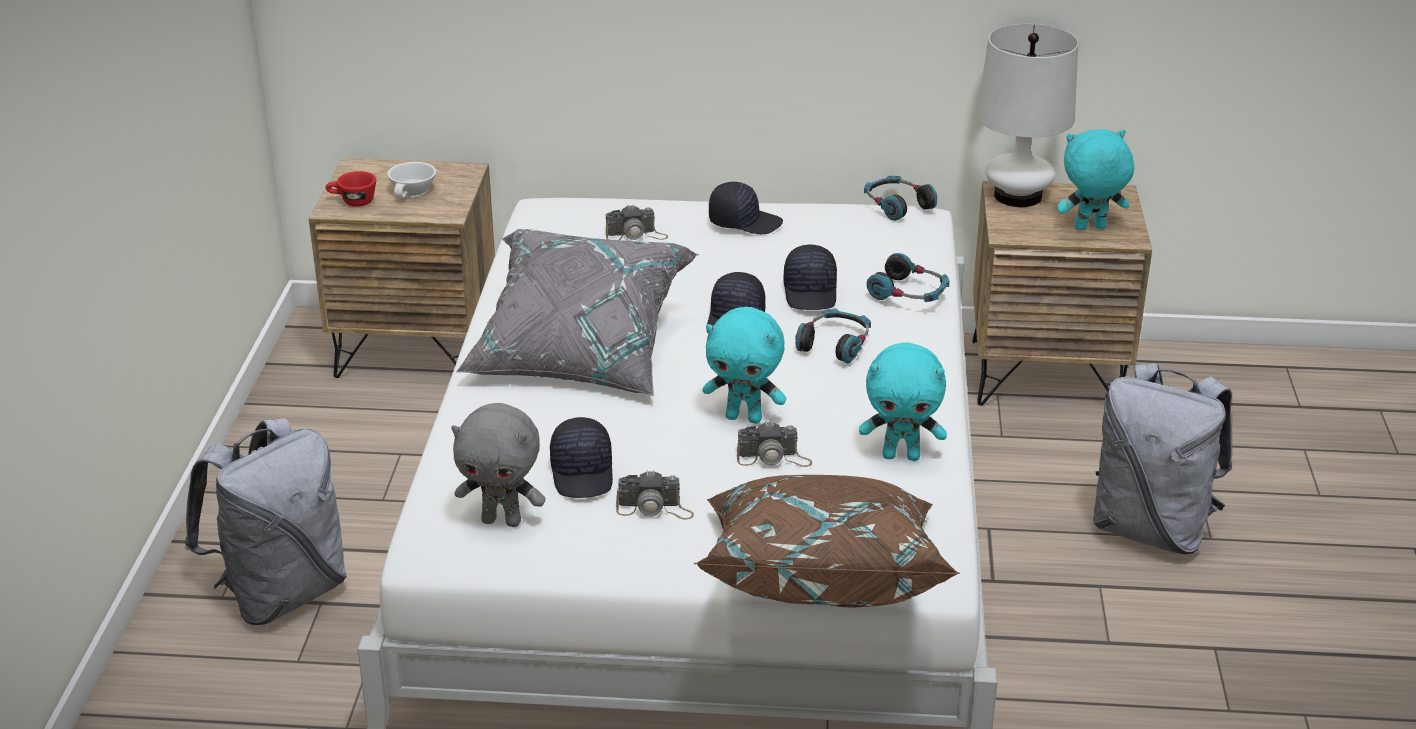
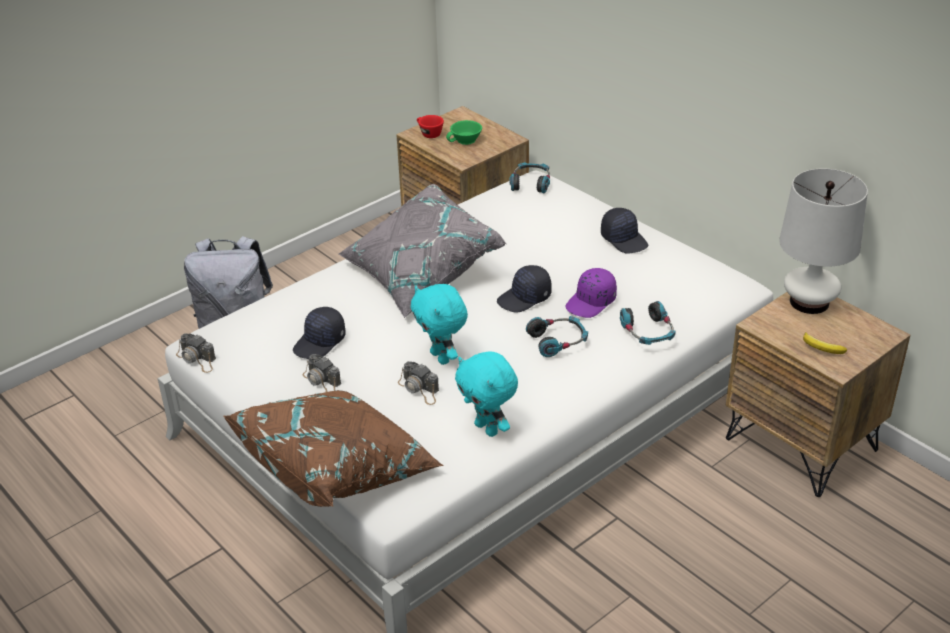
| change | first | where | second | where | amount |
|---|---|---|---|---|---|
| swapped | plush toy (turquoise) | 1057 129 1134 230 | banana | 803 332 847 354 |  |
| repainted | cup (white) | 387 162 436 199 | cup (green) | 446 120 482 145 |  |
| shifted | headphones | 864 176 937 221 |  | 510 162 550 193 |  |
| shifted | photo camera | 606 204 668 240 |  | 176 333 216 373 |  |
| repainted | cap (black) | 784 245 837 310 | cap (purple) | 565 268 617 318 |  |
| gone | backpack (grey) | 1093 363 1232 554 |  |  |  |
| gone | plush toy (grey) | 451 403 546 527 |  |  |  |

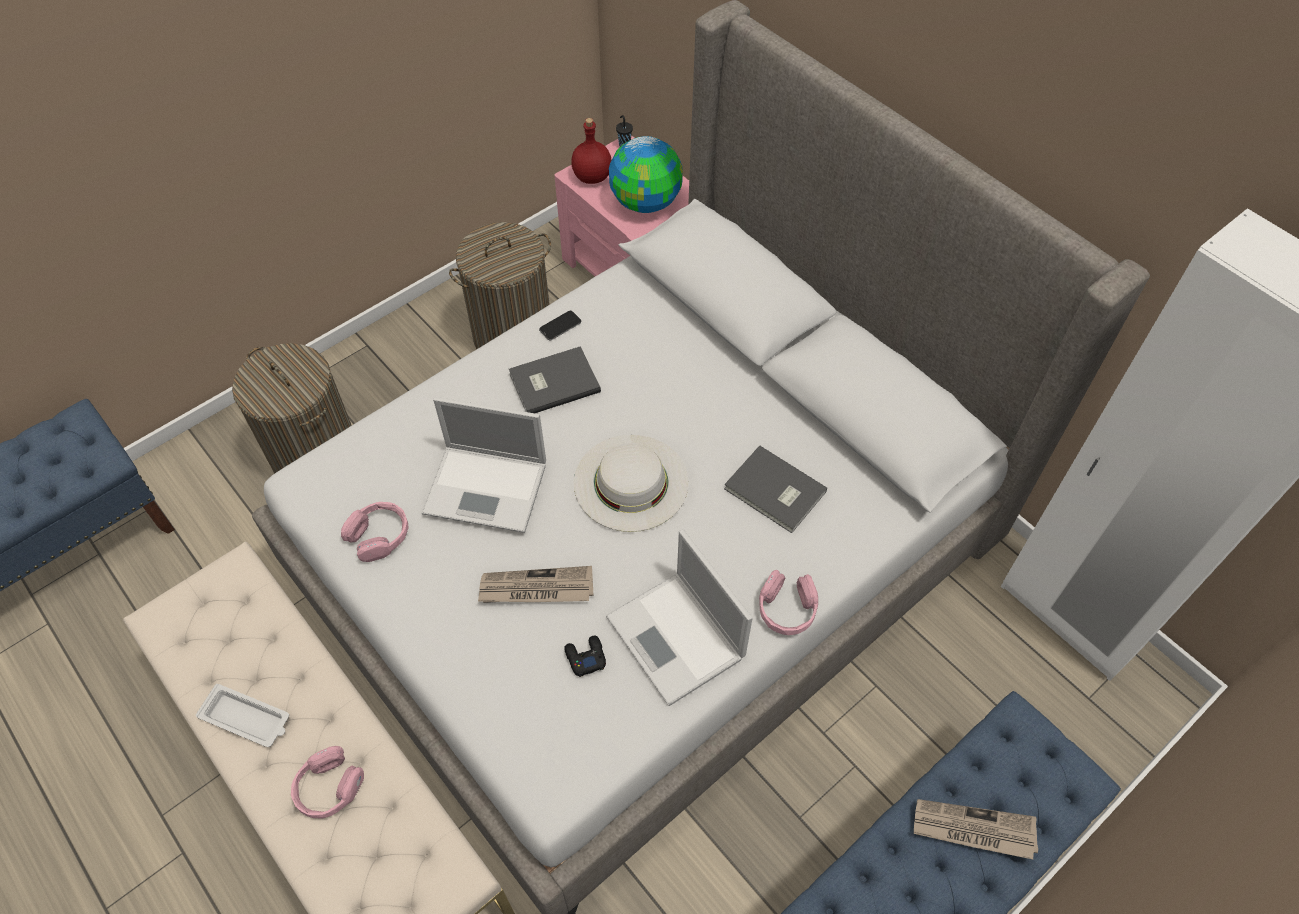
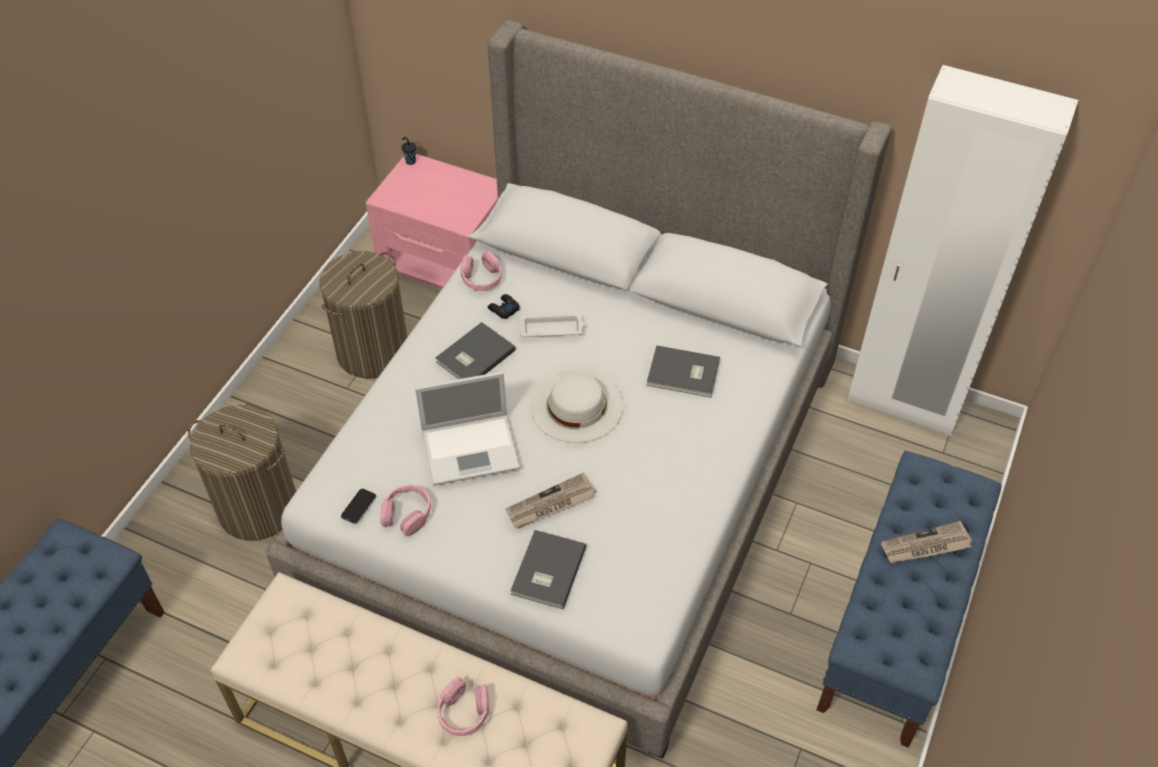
| change | first | where | second | where | amount |
|---|---|---|---|---|---|
| gone | bottle (red) | 571 118 612 184 |  |  |  |
| gone | globe | 609 136 683 213 |  |  |  |
| shifted | phone | 539 311 581 340 |  | 341 489 376 524 |  |
| gone | laptop | 606 529 753 706 |  |  |  |
| shifted | headphones (pink) | 759 570 818 635 |  | 461 251 502 291 |  |
| shifted | game controller (black) | 564 636 606 677 |  | 488 294 520 319 |  |
| shifted | tray (white) | 196 684 289 747 |  | 519 314 586 337 |  |
| new |  |  | book (grey) | 511 530 586 609 |  |

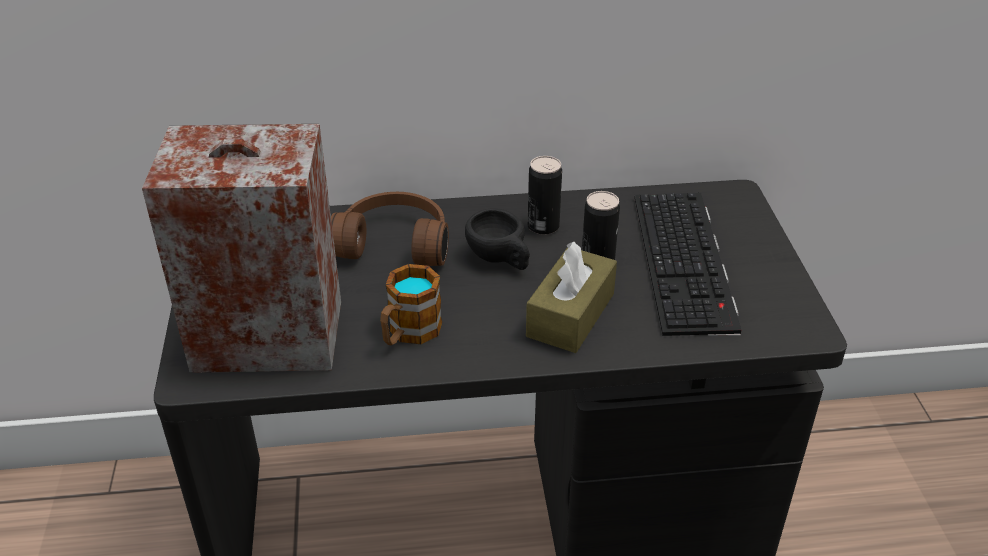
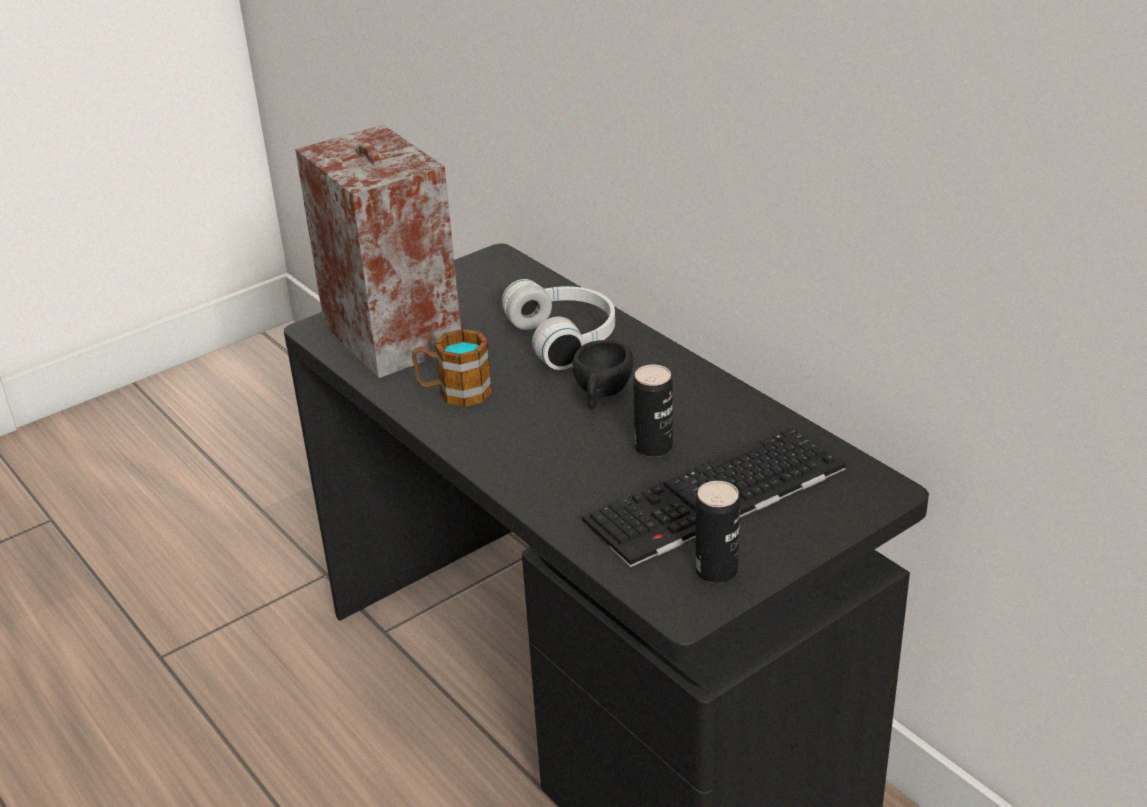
| change | first | where | second | where | amount |
|---|---|---|---|---|---|
| shifted | can | 528 156 562 235 |  | 695 481 740 583 |  |
| repainted | headphones (brown) | 331 192 449 266 | headphones (white) | 502 279 615 370 |  |
| gone | tissue box (brown) | 526 242 617 353 |  |  |  |

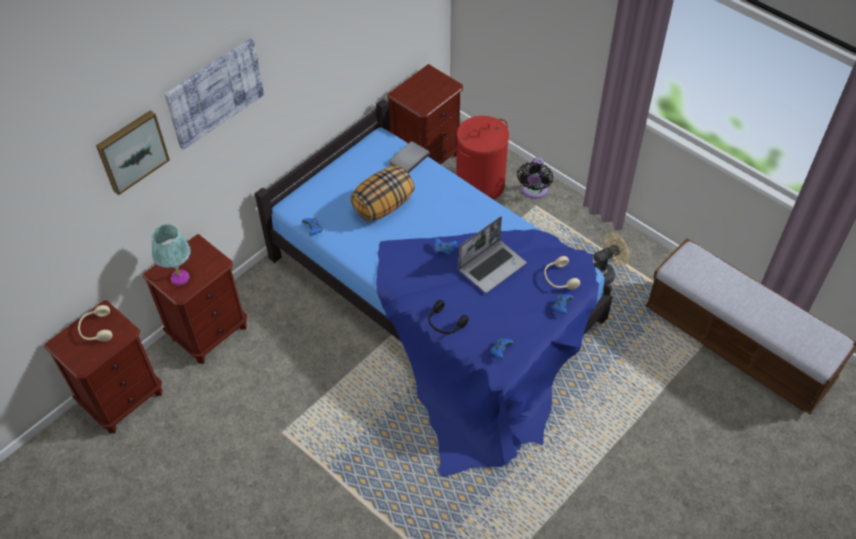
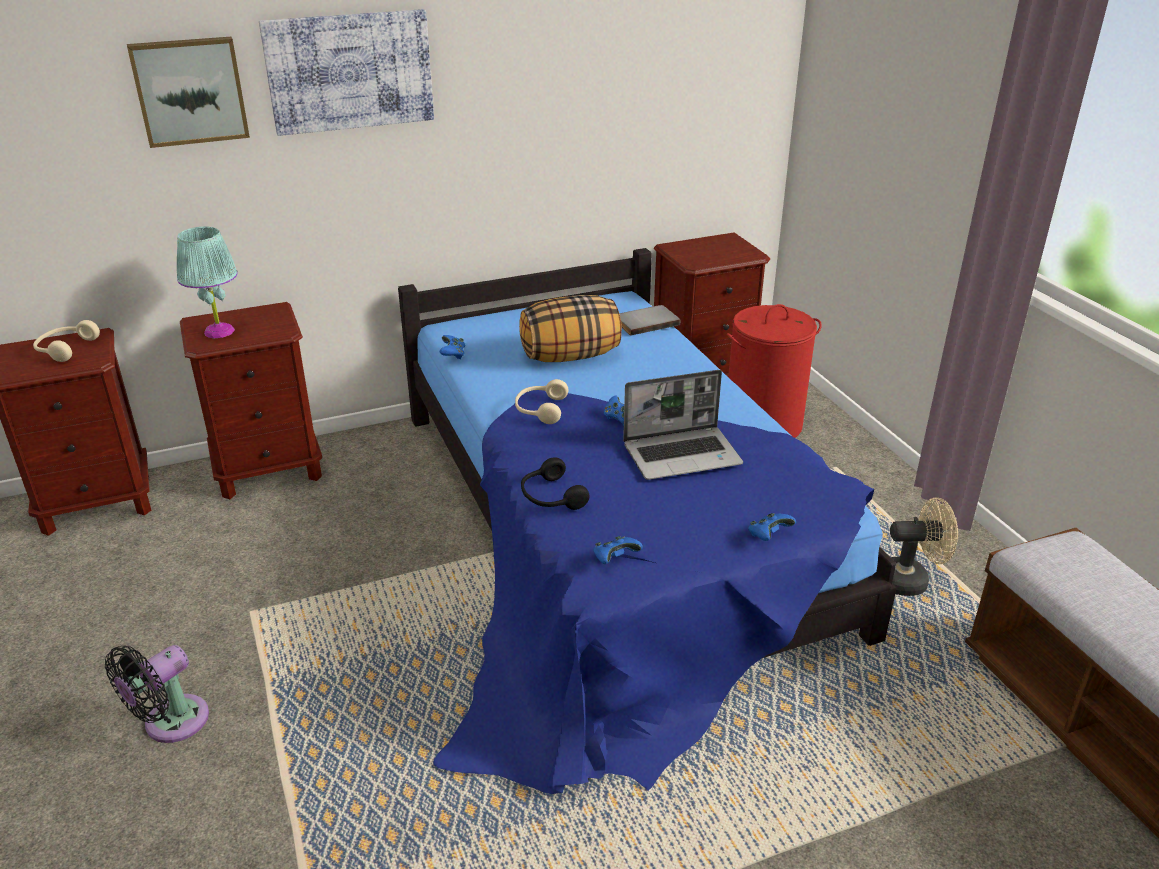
| change | first | where | second | where | amount |
|---|---|---|---|---|---|
| shifted | fan (black) | 517 157 553 199 |  | 105 645 209 743 |  |
| shifted | headphones (beige) | 544 256 580 290 |  | 515 379 568 424 |  |

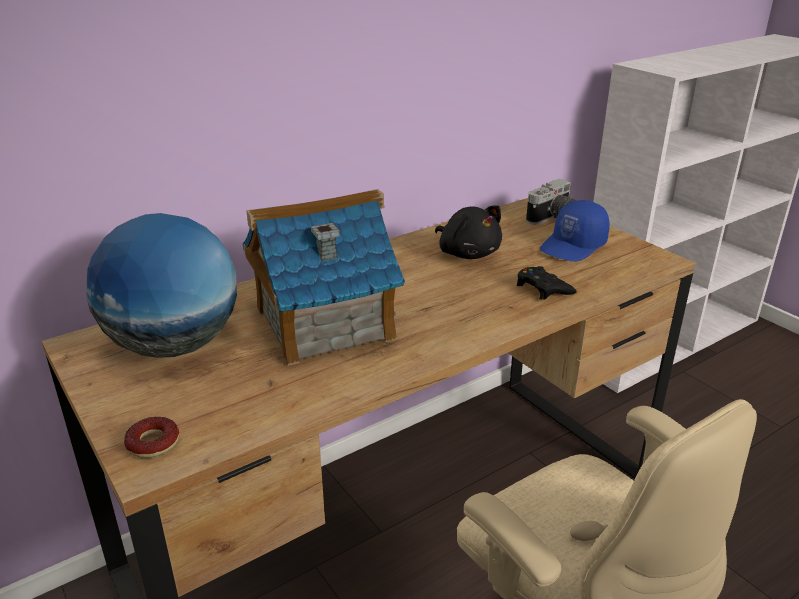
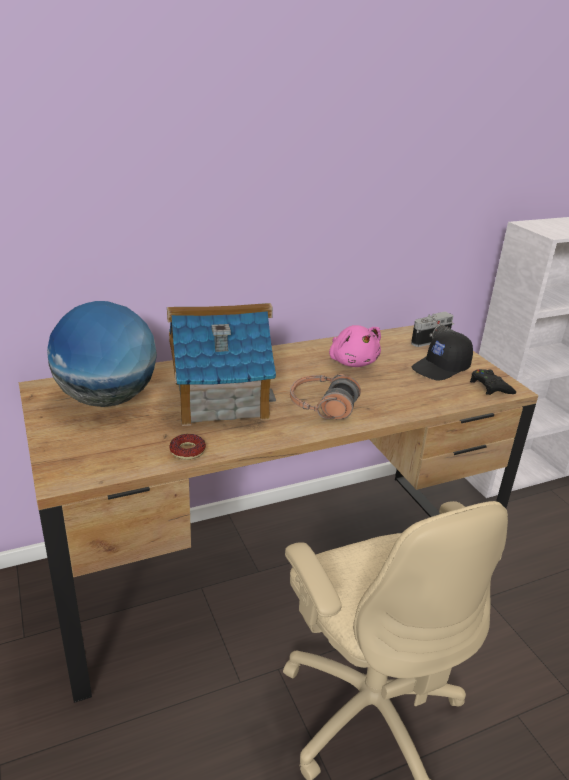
| change | first | where | second | where | amount |
|---|---|---|---|---|---|
| repainted | cap (blue) | 539 200 609 262 | cap (black) | 412 331 473 381 |  |
| repainted | plush toy (black) | 435 205 502 259 | plush toy (pink) | 329 325 381 367 |  |
| shifted | game controller (black) | 517 266 577 300 |  | 470 369 516 395 |  |
| shifted | donut | 124 417 179 458 |  | 169 434 206 460 |  |
| new |  |  | headphones | 290 374 361 420 |  |

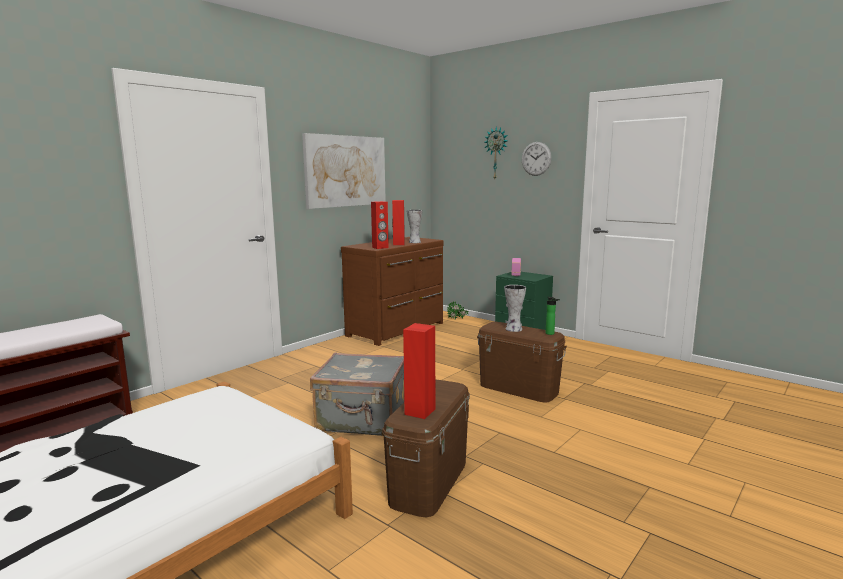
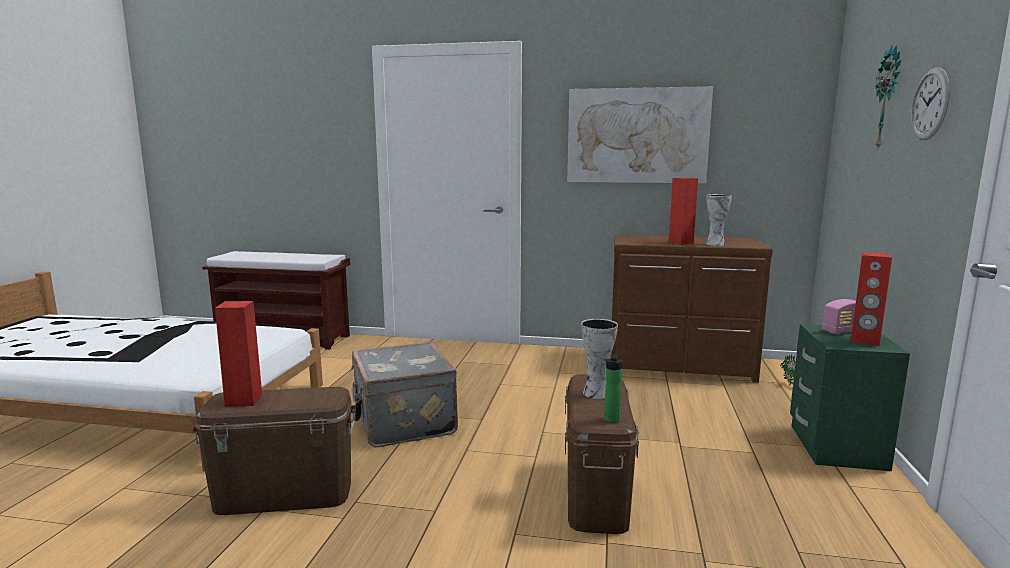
| change | first | where | second | where | amount |
|---|---|---|---|---|---|
| shifted | speaker (red) | 371 201 389 249 |  | 851 252 892 346 |  |

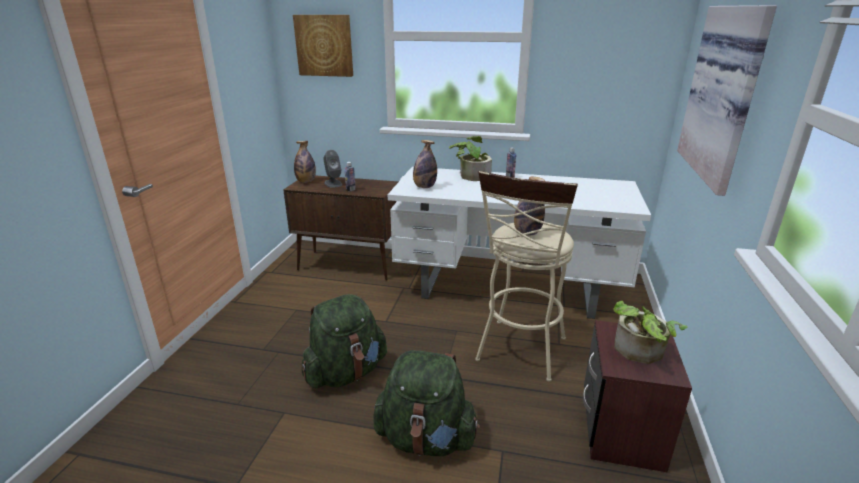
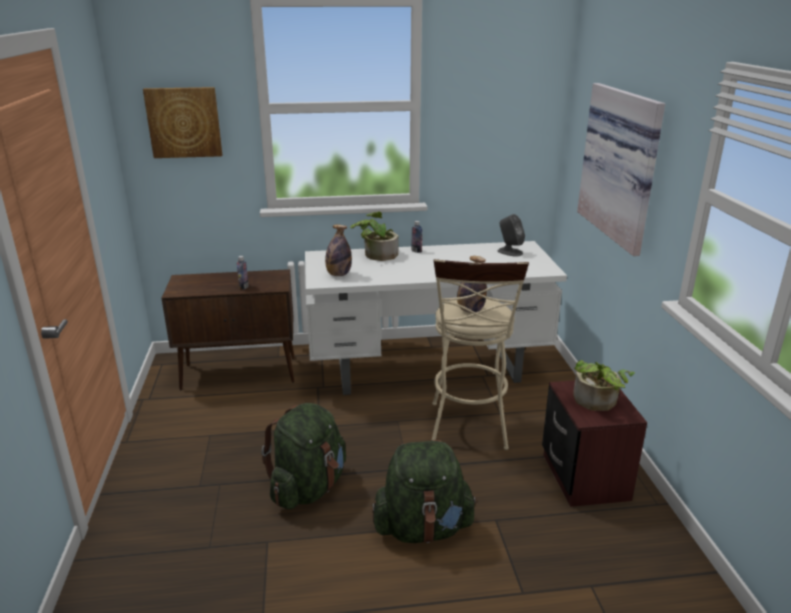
| change | first | where | second | where | amount |
|---|---|---|---|---|---|
| gone | bottle | 294 141 316 183 |  |  |  |
| shifted | speaker (grey) | 324 150 342 188 |  | 498 214 525 257 |  |

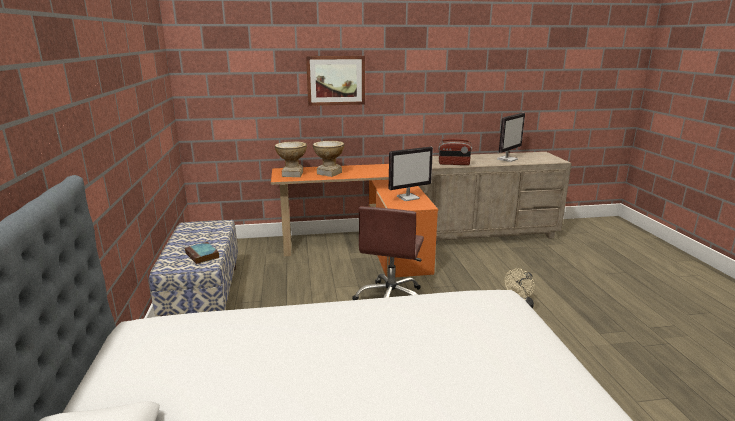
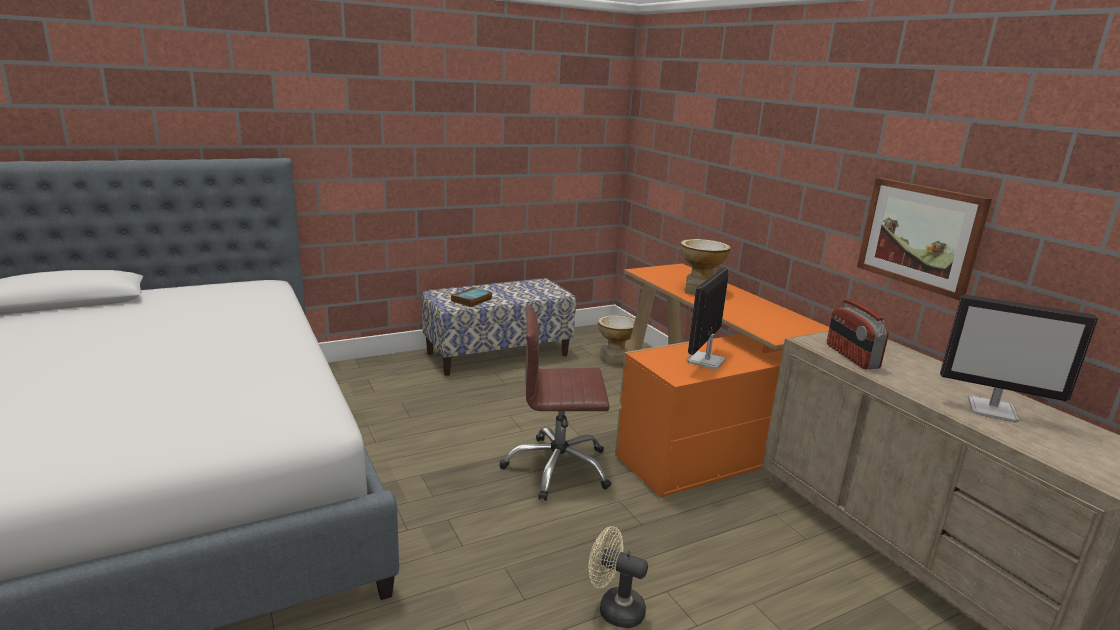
| change | first | where | second | where | amount |
|---|---|---|---|---|---|
| shifted | picture | 306 56 365 106 |  | 857 178 992 301 |  |
| shifted | vase | 275 141 307 177 |  | 598 315 635 364 |  |
| rotated | monitor | 389 147 433 201 |  | 687 267 729 369 | 75 degrees clockwise |

